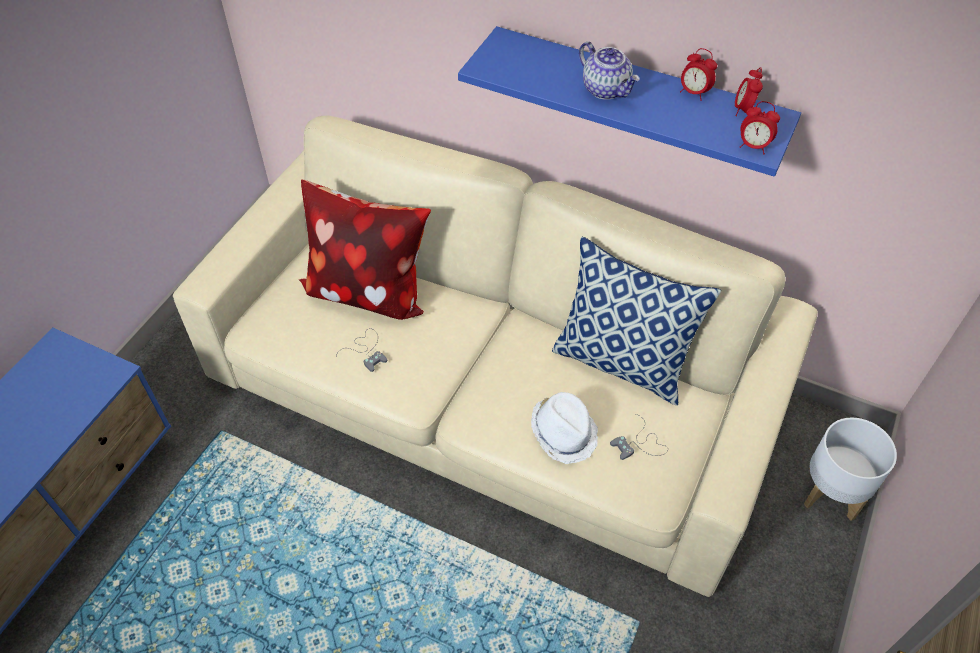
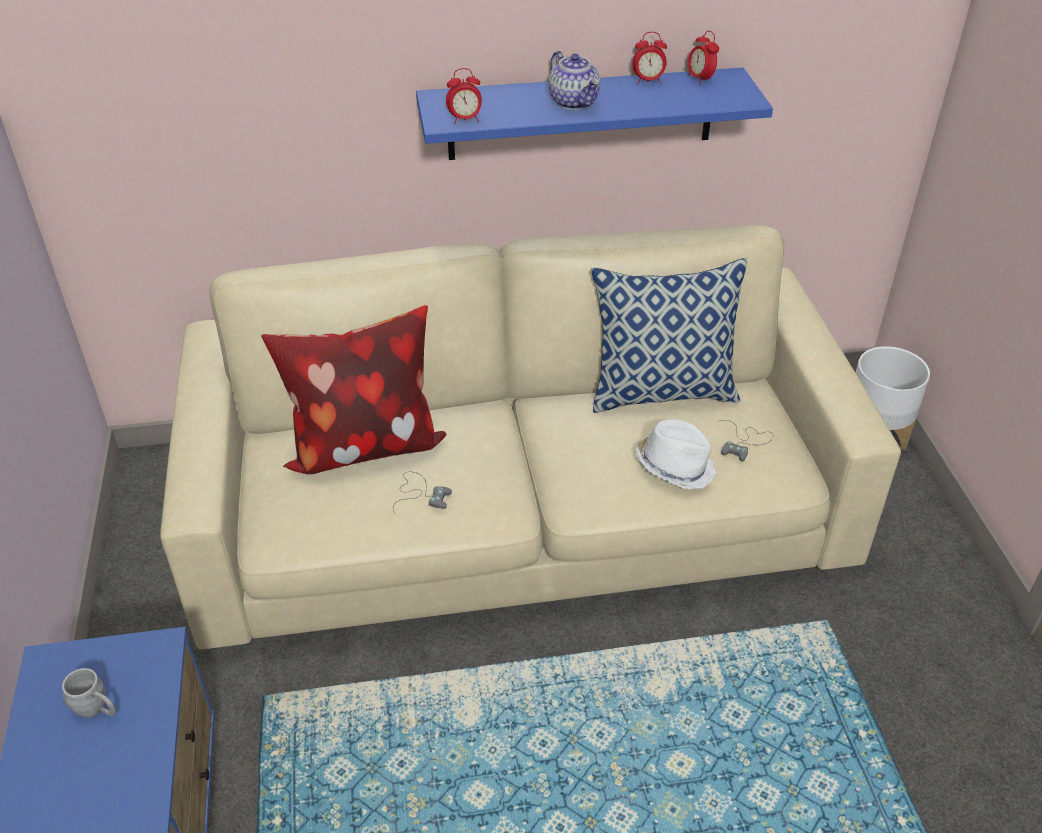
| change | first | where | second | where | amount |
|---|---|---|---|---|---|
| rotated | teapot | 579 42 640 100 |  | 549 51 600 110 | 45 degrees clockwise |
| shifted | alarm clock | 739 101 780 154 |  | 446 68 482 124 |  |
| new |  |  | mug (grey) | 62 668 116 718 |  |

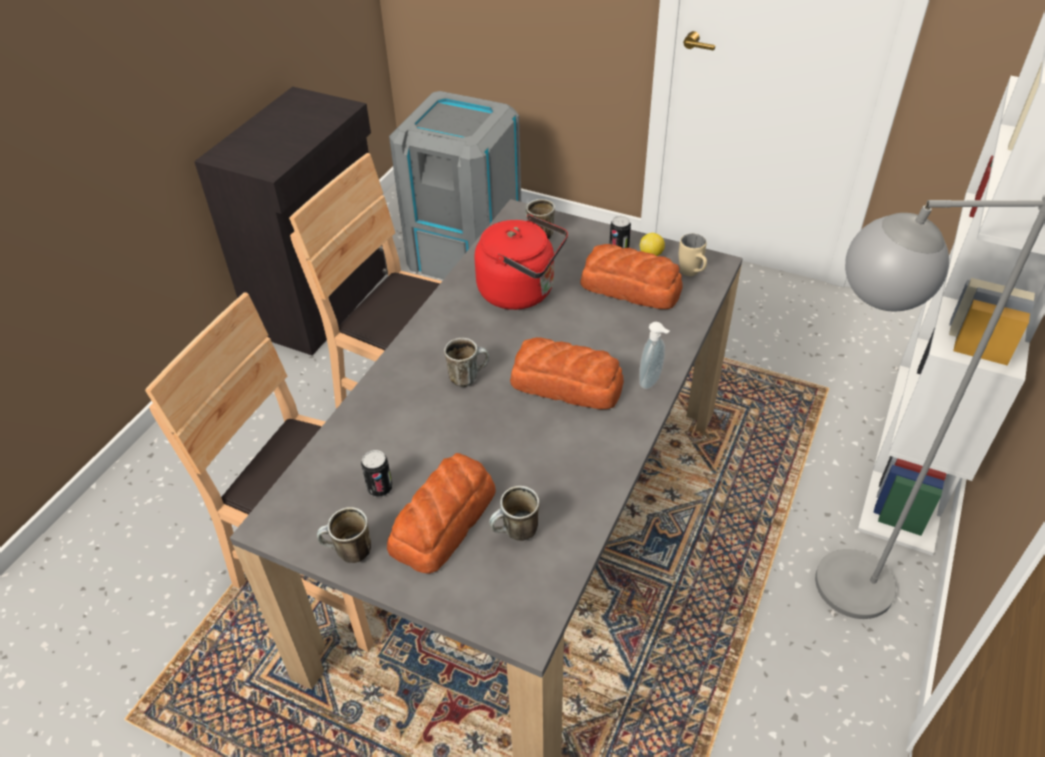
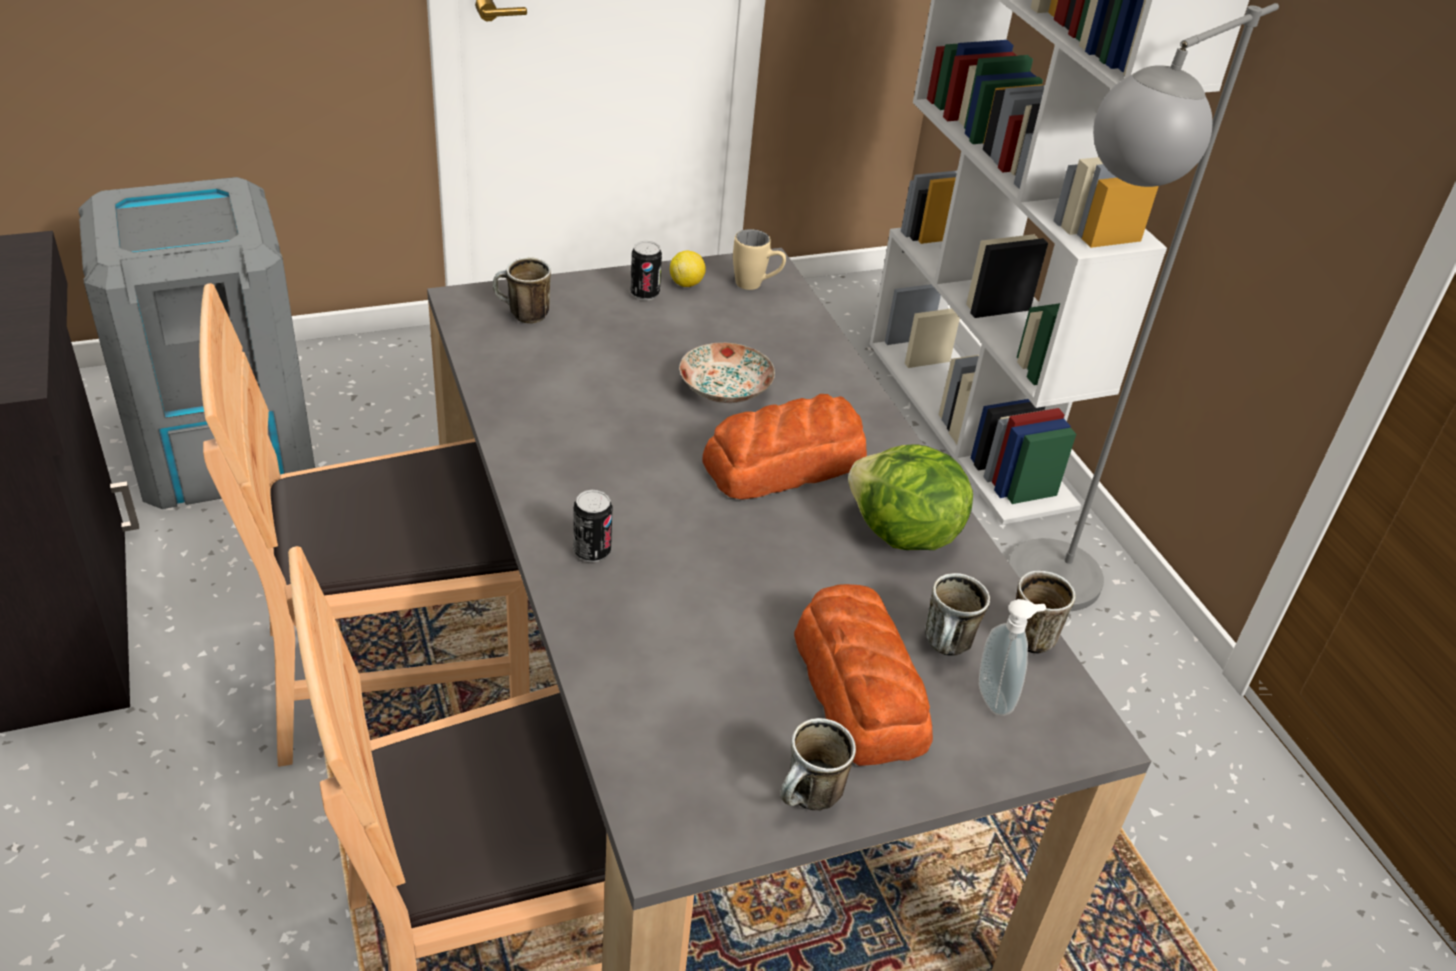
| change | first | where | second | where | amount |
|---|---|---|---|---|---|
| gone | kettle (red) | 474 214 568 310 |  |  |  |
| gone | bread | 580 244 682 309 |  |  |  |
| shifted | soap dispenser | 639 322 670 389 |  | 979 599 1046 716 |  |
| shifted | mug | 444 338 489 387 |  | 1016 571 1076 654 |  |
| shifted | can | 361 450 393 497 |  | 573 490 612 562 |  |
| new |  |  | plate | 679 343 775 403 |  |
| new |  |  | lettuce | 848 444 973 550 |  |

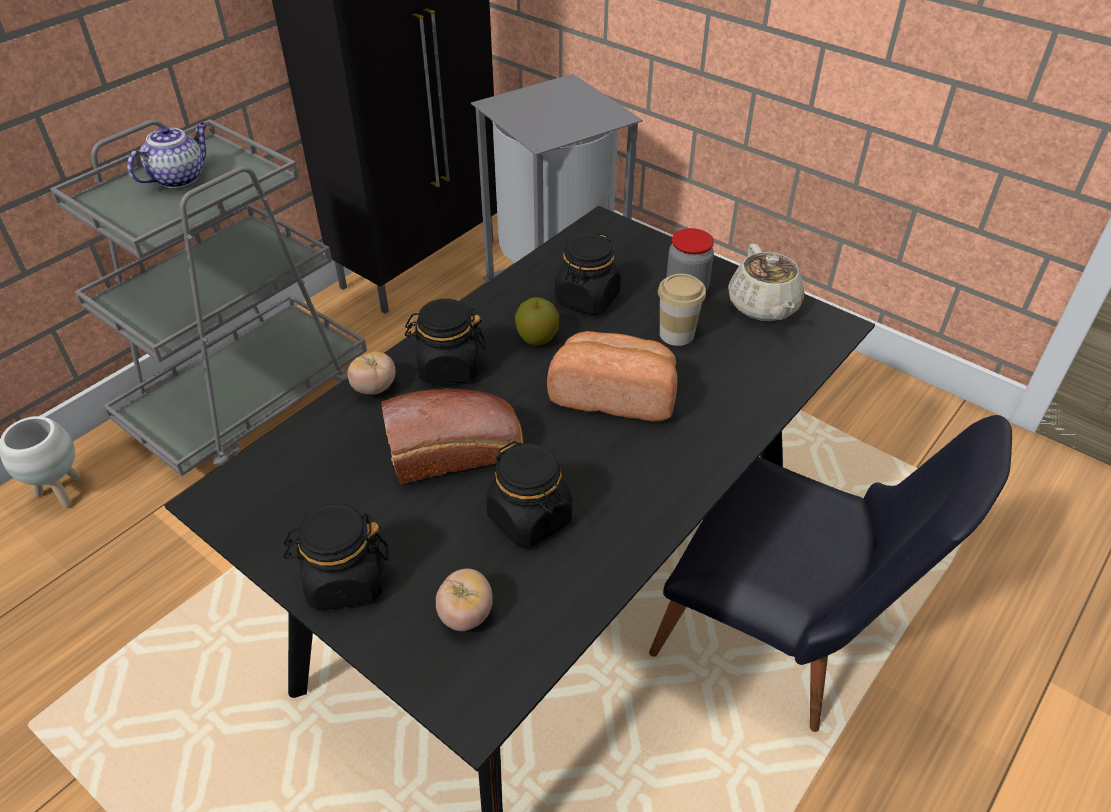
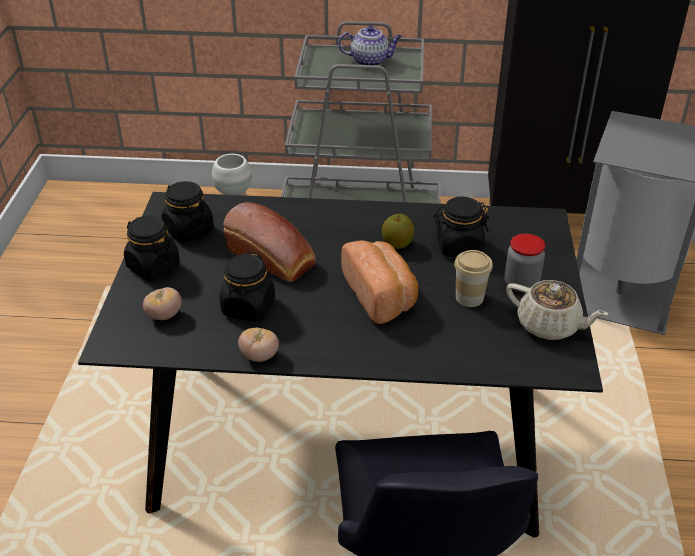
| change | first | where | second | where | amount |
|---|---|---|---|---|---|
| rotated | teapot (beige) | 728 243 805 321 |  | 506 280 608 340 | 105 degrees counterclockwise |
| shifted | jar (black) | 405 299 486 384 |  | 162 181 214 243 |  |
| shifted | tomato | 348 351 395 395 |  | 238 328 279 362 |  |

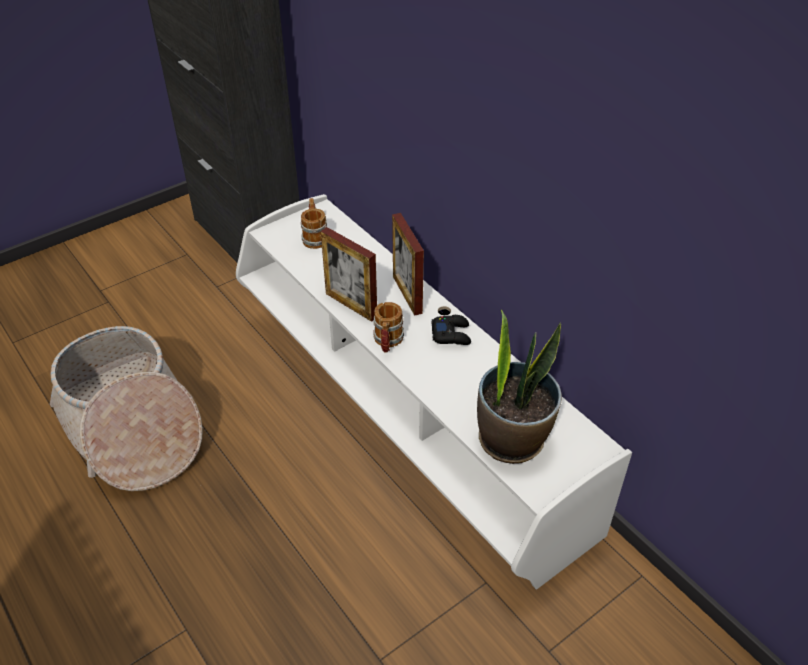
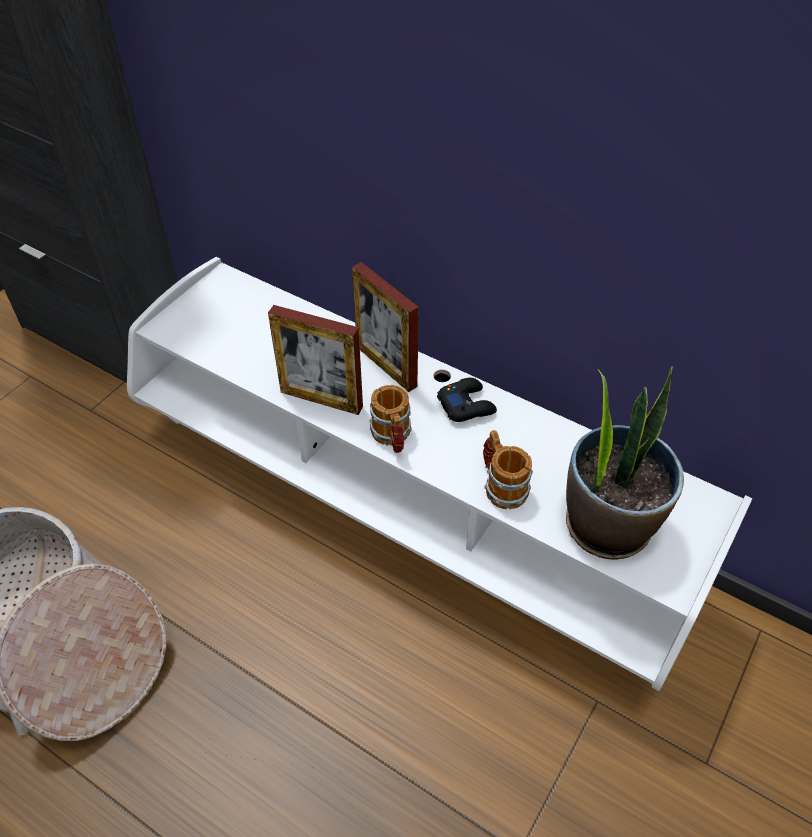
| change | first | where | second | where | amount |
|---|---|---|---|---|---|
| shifted | mug | 301 198 327 249 |  | 483 430 533 509 |  |

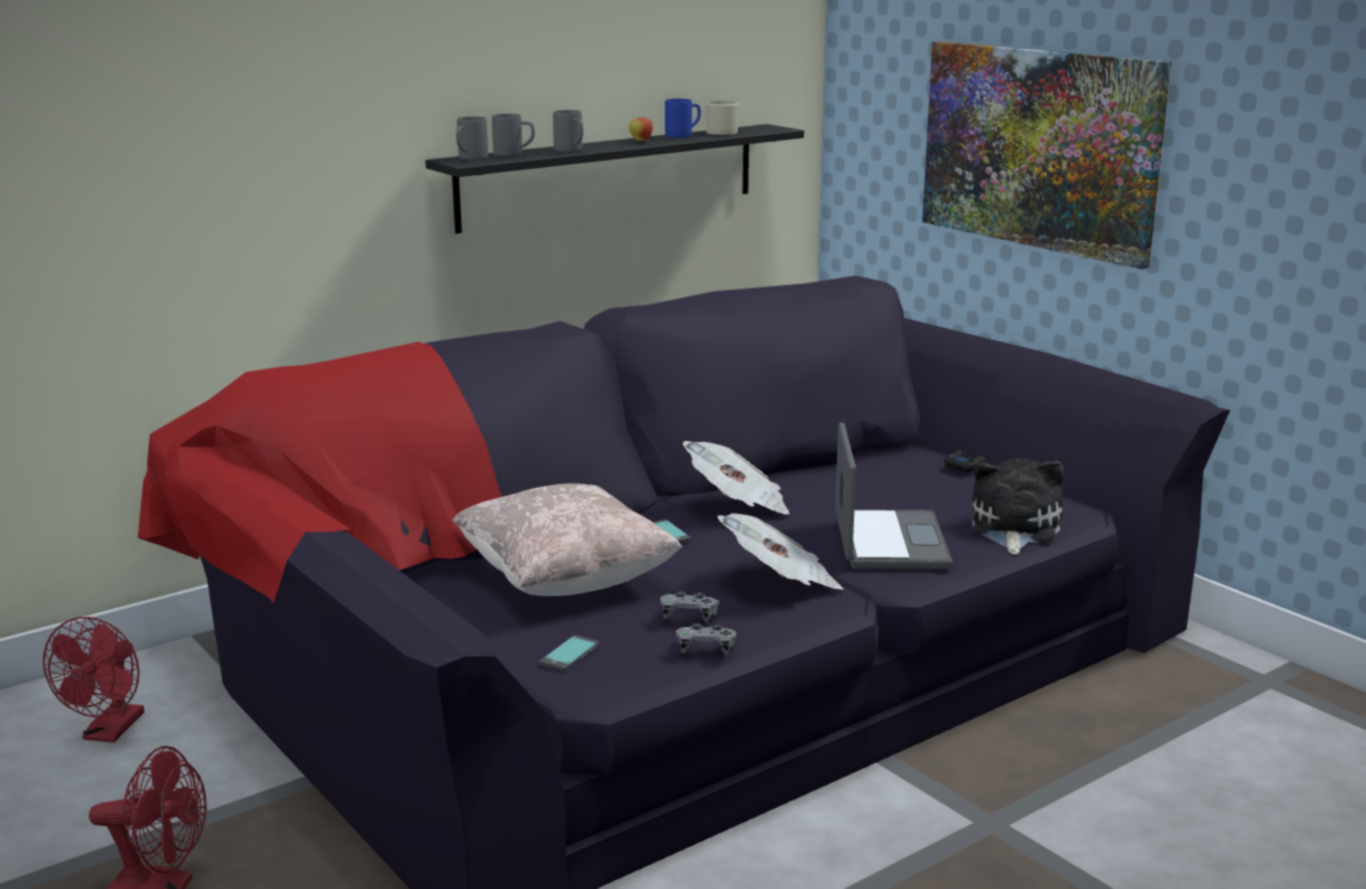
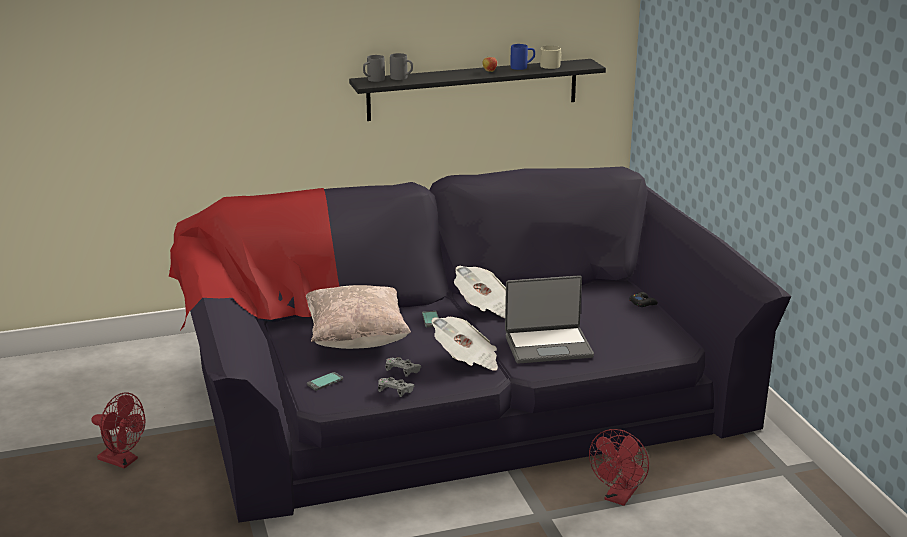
| change | first | where | second | where | amount |
|---|---|---|---|---|---|
| gone | picture | 922 42 1172 269 |  |  |  |
| gone | mug (grey) | 553 110 583 152 |  |  |  |
| rotated | laptop | 835 423 953 570 |  | 505 275 594 364 | 60 degrees clockwise |
| gone | plush toy | 972 458 1063 555 |  |  |  |
| shifted | fan (red) | 43 617 144 743 |  | 589 429 649 506 |  |

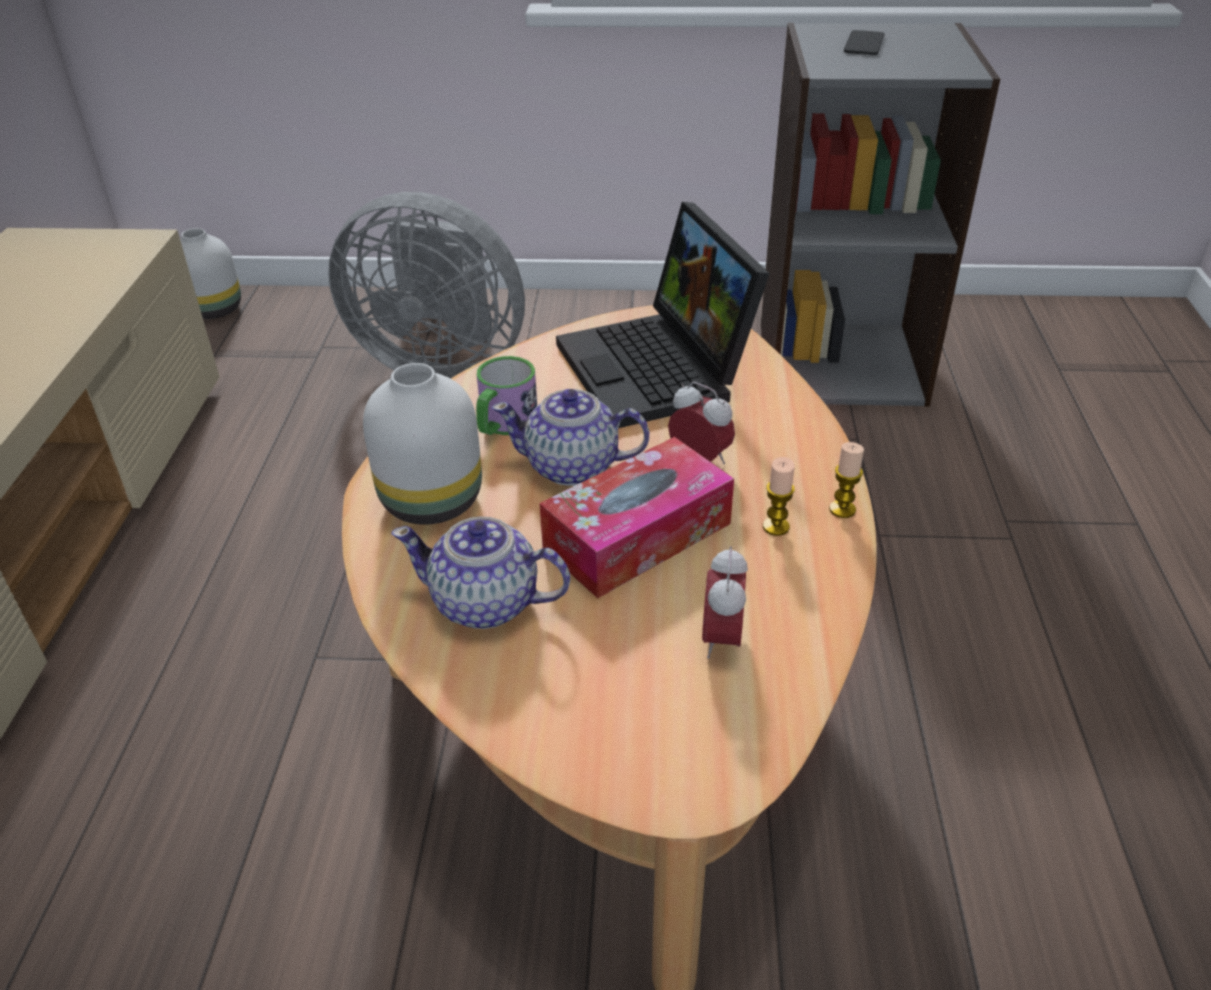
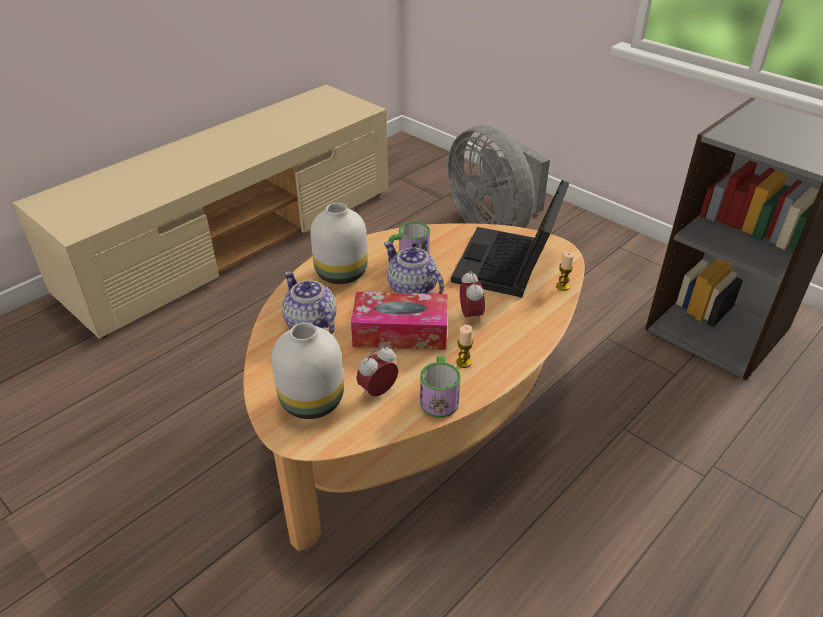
| change | first | where | second | where | amount |
|---|---|---|---|---|---|
| gone | phone | 844 30 885 55 |  |  |  |
| shifted | vase (white) | 180 228 241 319 |  | 272 323 344 419 |  |
| shifted | candle | 829 442 864 518 |  | 556 251 574 291 |  |
| new |  |  | mug | 420 356 461 418 |  |

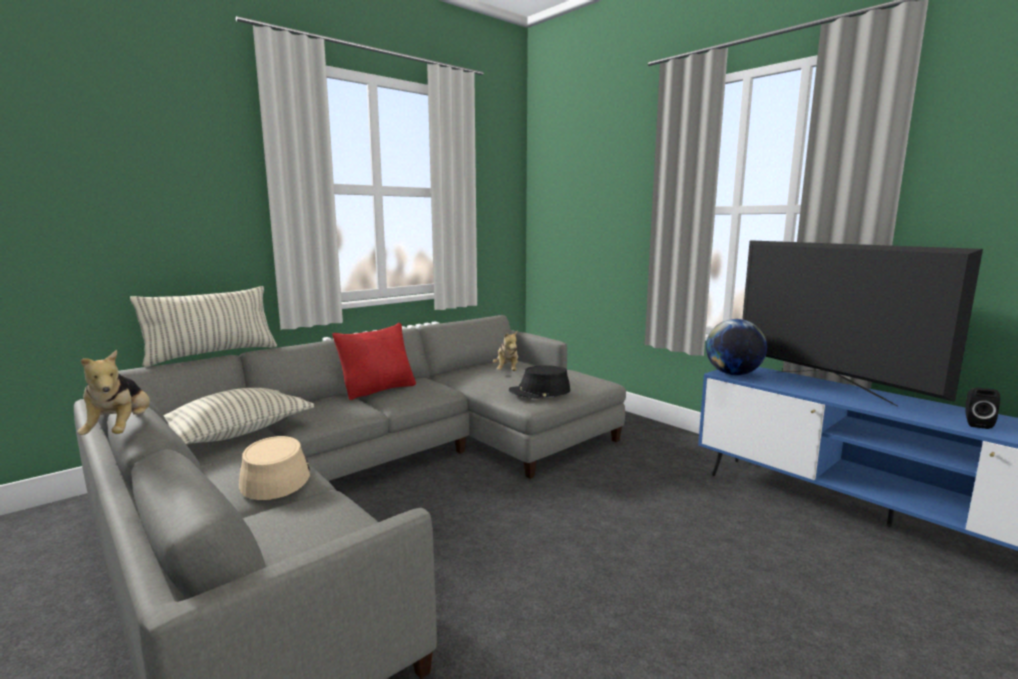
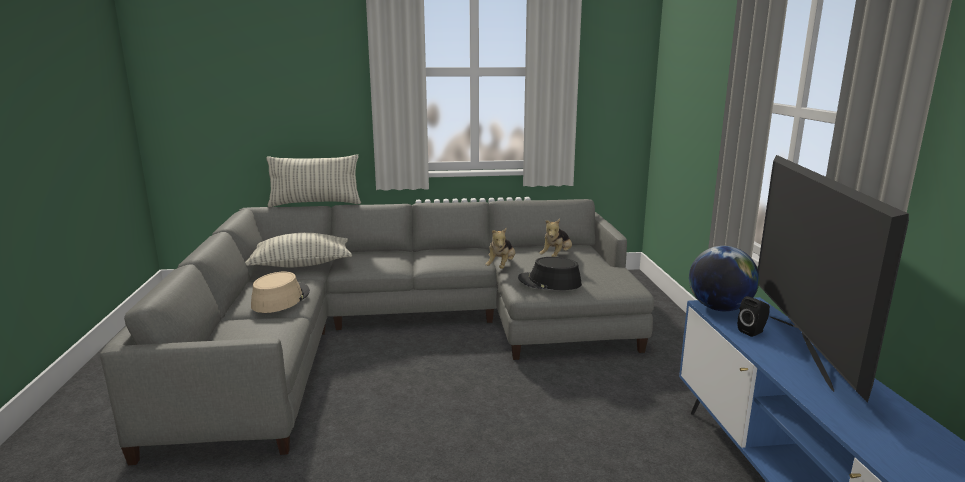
| change | first | where | second | where | amount |
|---|---|---|---|---|---|
| gone | pillow (red) | 332 323 416 400 |  |  |  |
| shifted | plush toy | 77 350 150 435 |  | 485 227 515 269 |  |
| shifted | speaker (black) | 965 388 1000 429 |  | 737 296 770 337 |  |

